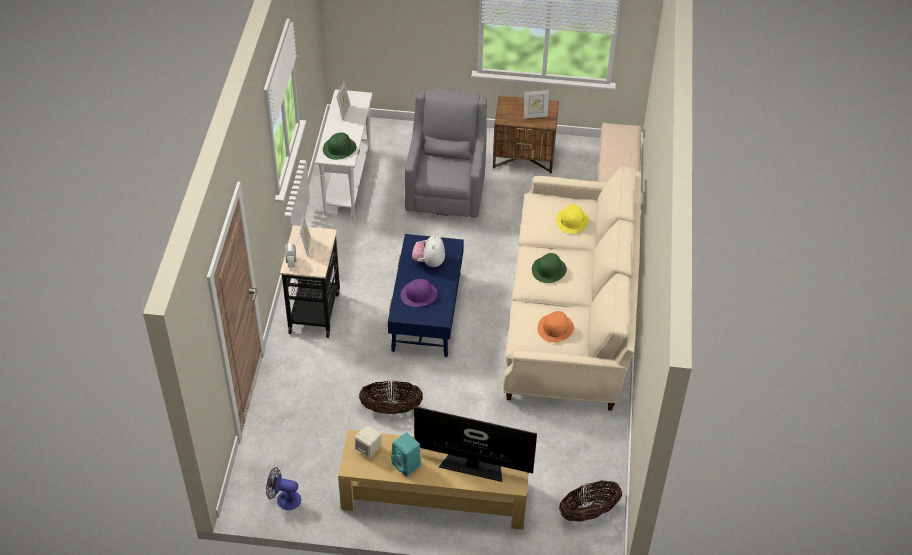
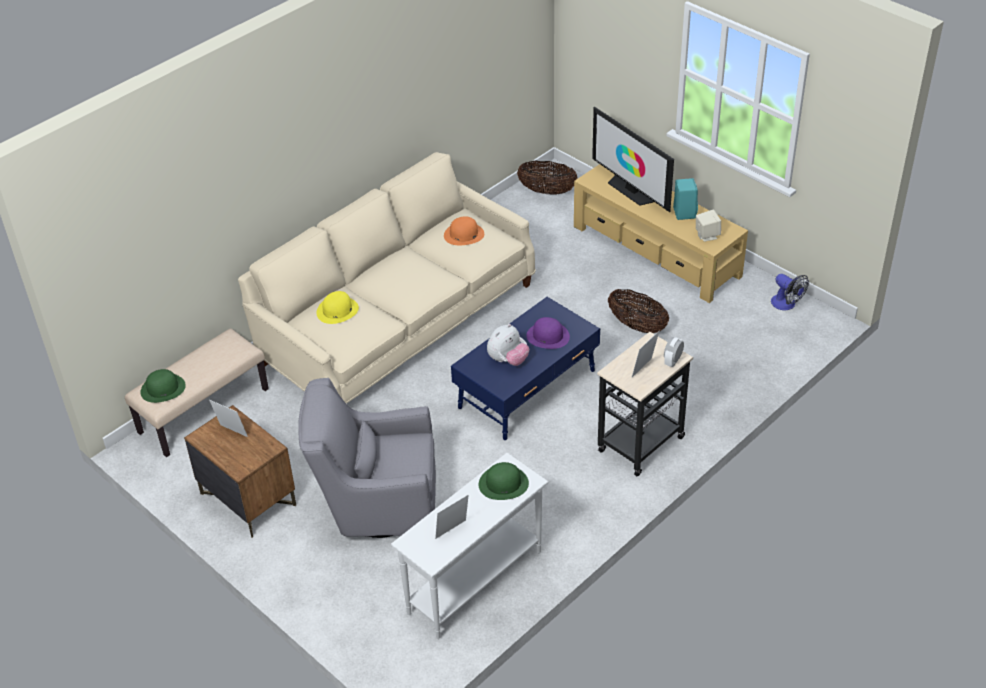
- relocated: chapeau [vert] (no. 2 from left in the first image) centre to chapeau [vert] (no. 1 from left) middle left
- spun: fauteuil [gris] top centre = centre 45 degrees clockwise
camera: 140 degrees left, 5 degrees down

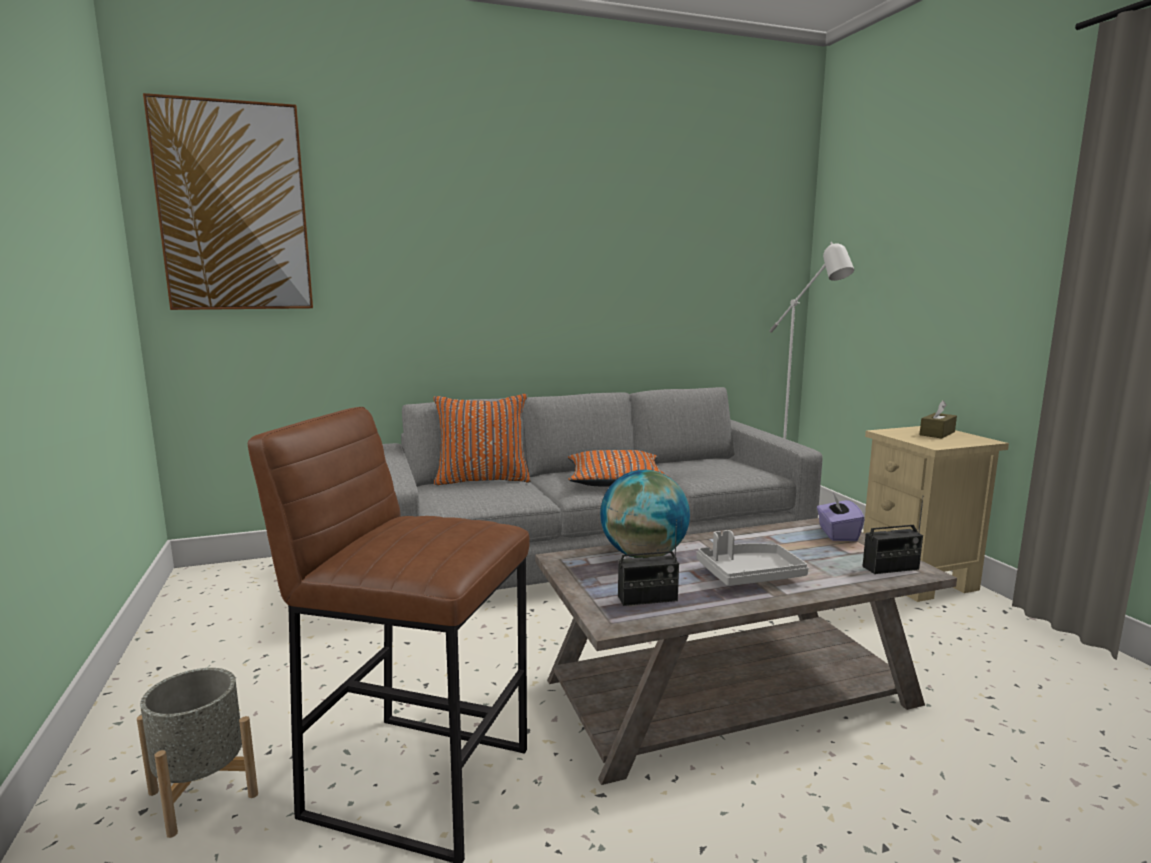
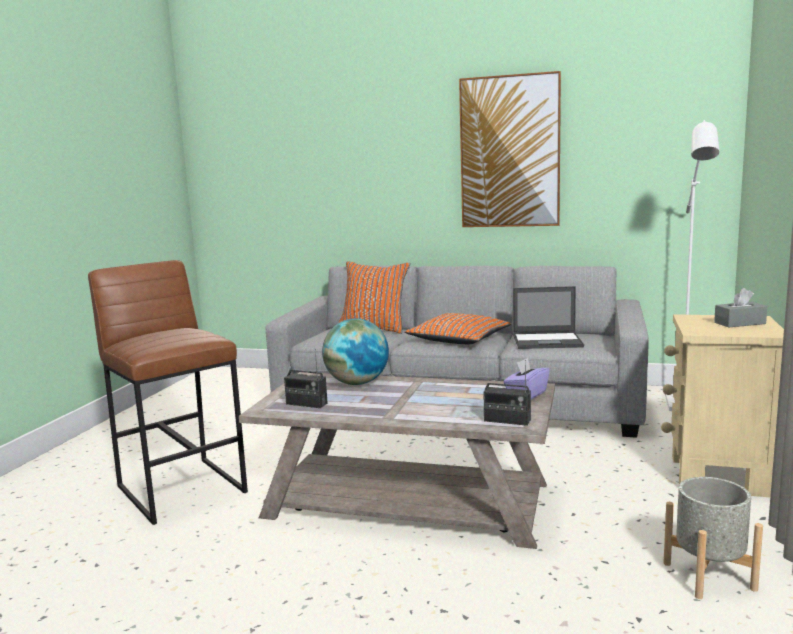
- missing: plateau [gris] centre
- appeared: ordinateur portable middle right
- relocated: cache-pot [gris] bottom left to bottom right
- relocated: tableau top left to top centre
- colour: boîte à mouchoirs [marron] middle right to boîte à mouchoirs [gris] middle right
camera: 35 degrees right, 0 degrees up

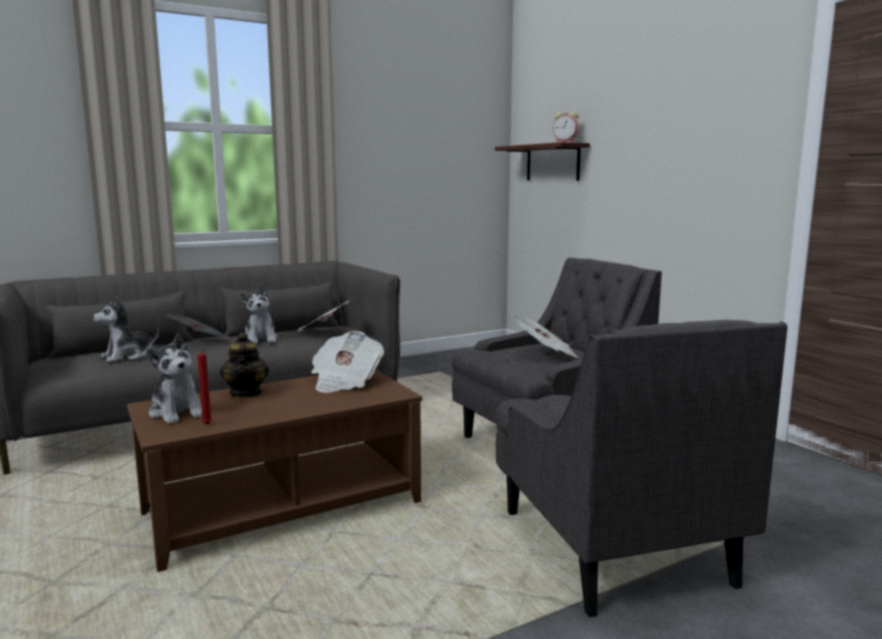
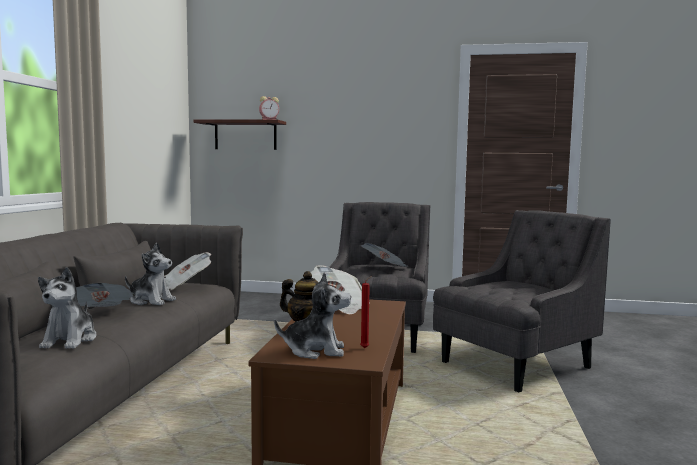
- spun: fauteuil [gris] (no. 2 from left) bottom right = middle right 60 degrees counterclockwise
camera: 50 degrees left, 5 degrees down

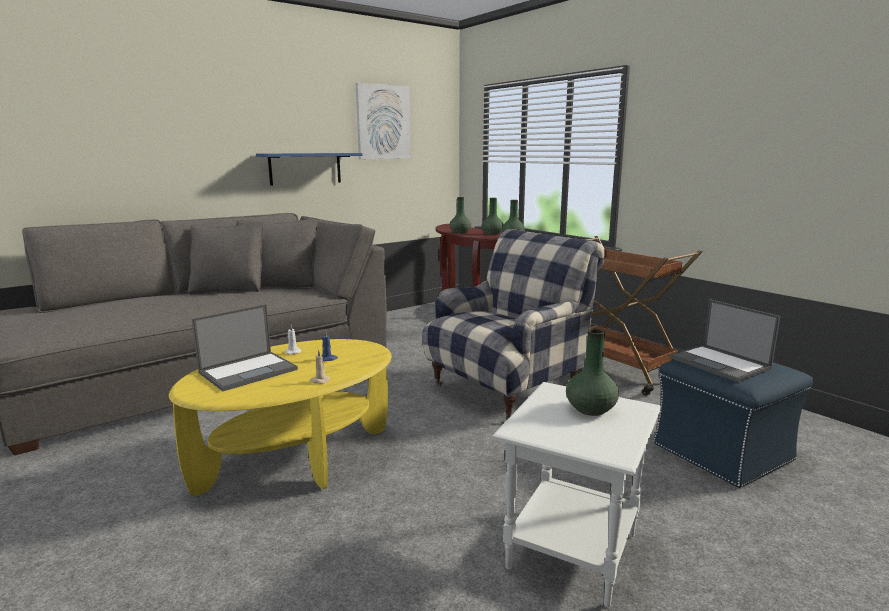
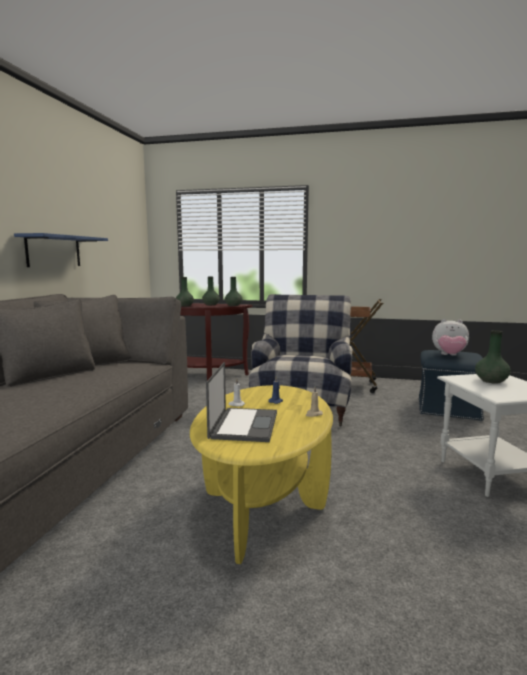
- missing: tableau top centre
- exchanged: ordinateur portable (no. 2 from left) middle right to peluche middle right
camera: 40 degrees left, 5 degrees down

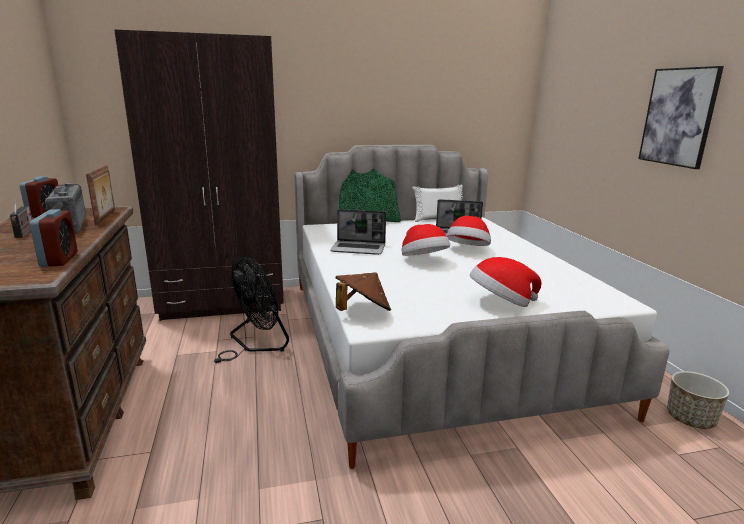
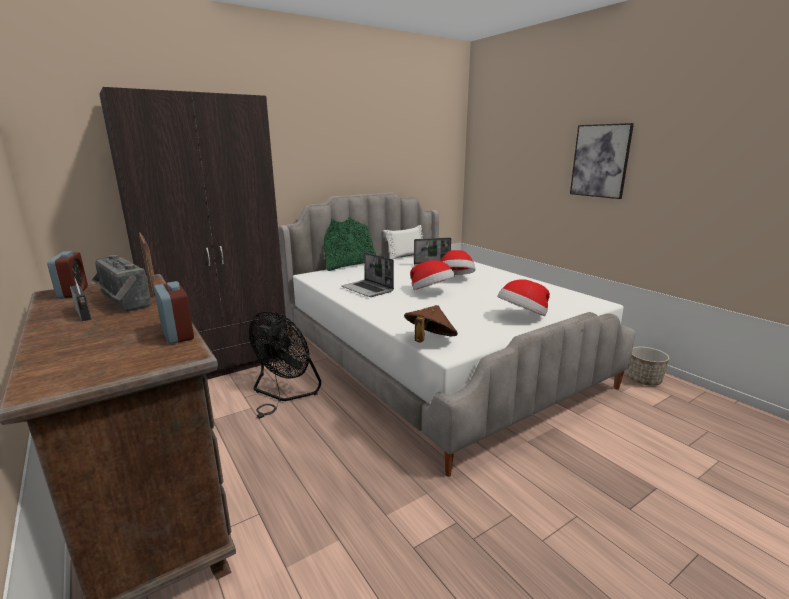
- spun: ordinateur portable (no. 1 from left) centre = centre 60 degrees clockwise
camera: 20 degrees left, 0 degrees up

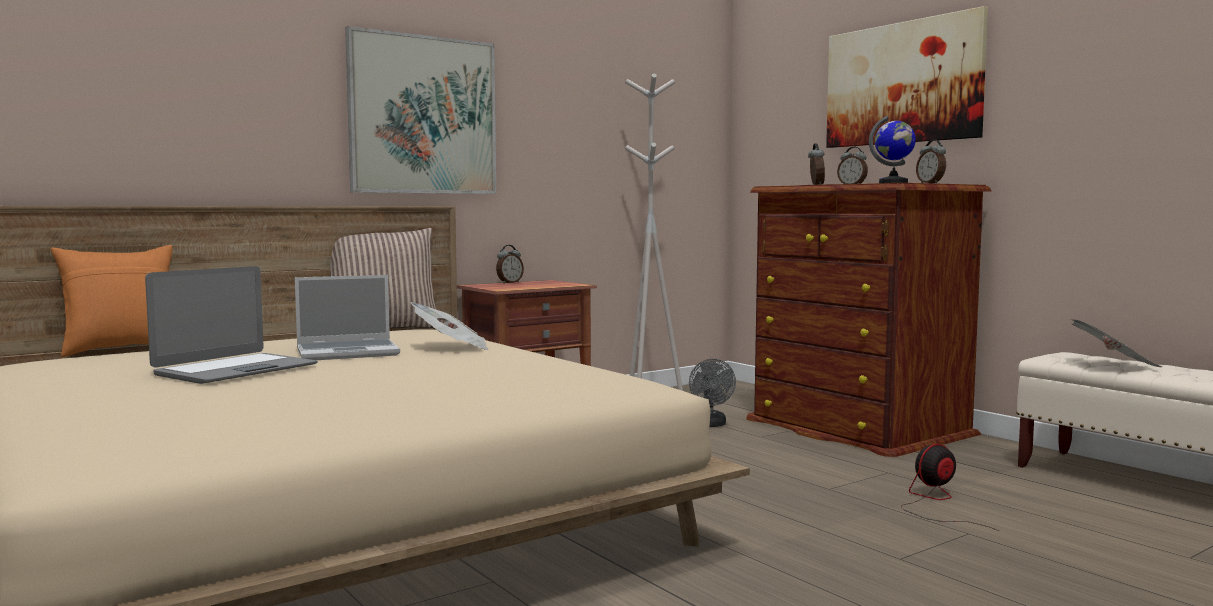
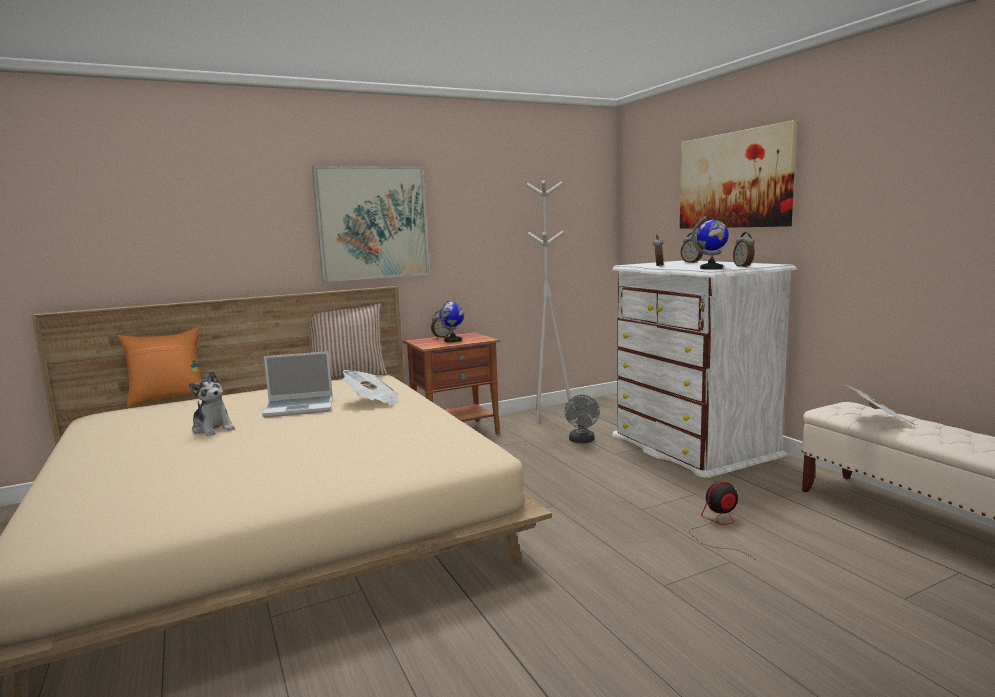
- appeared: globe (no. 1 from left) centre
- exchanged: ordinateur portable (no. 1 from left) middle left to peluche middle left
- colour: commode [marron] middle right to commode [blanc] middle right
camera: 10 degrees right, 5 degrees up

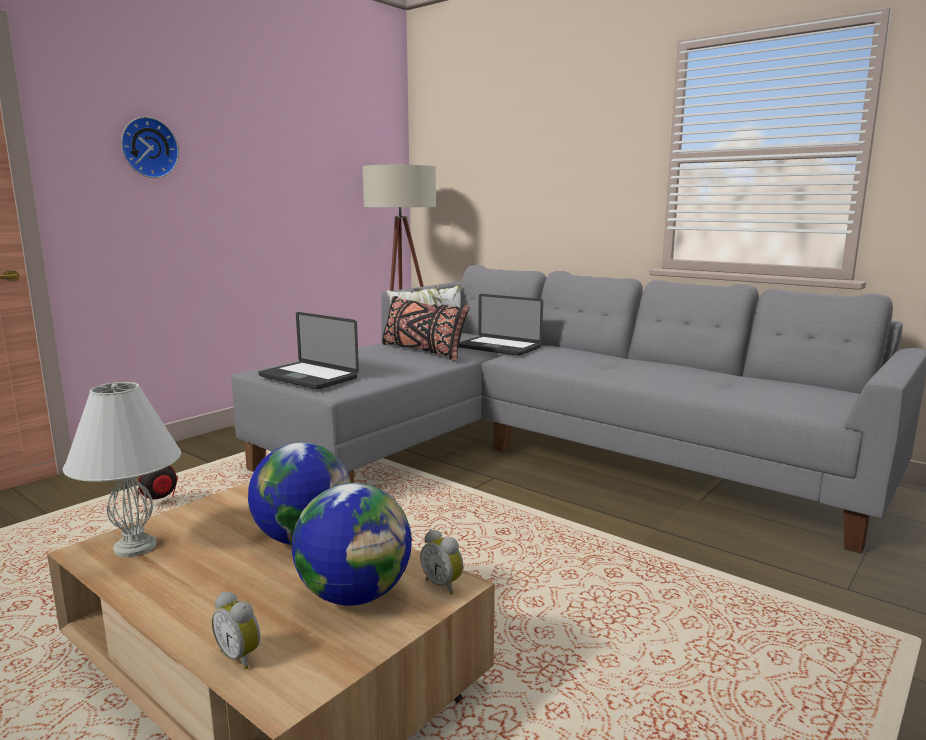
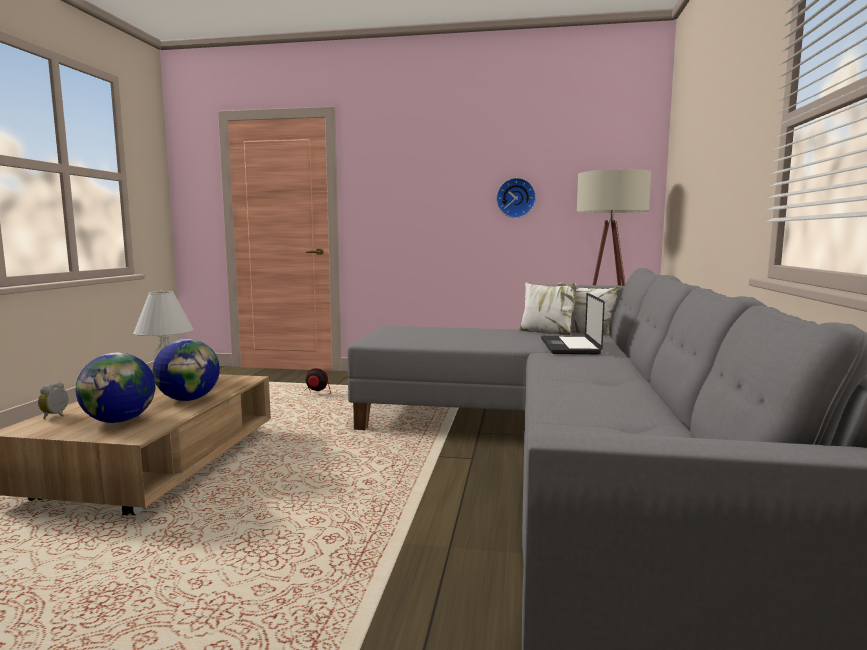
- missing: ordinateur portable (no. 1 from left) middle left
- missing: coussin [noir] centre
- missing: réveil (no. 2 from left) bottom centre
- relocated: horloge murale top left to top centre
camera: 60 degrees right, 5 degrees down

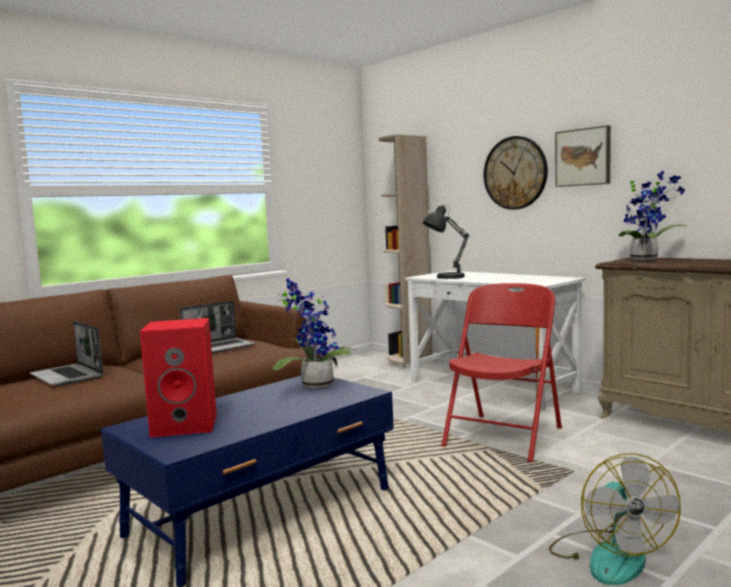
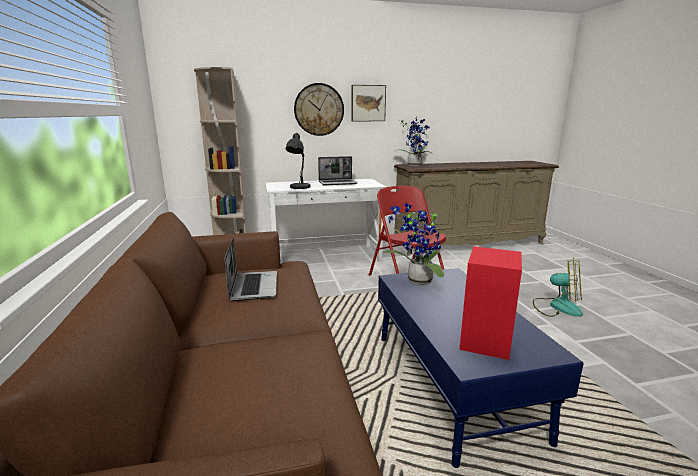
- relocated: ordinateur portable (no. 1 from left in the first image) middle left to ordinateur portable (no. 2 from left) centre
camera: 60 degrees left, 10 degrees up

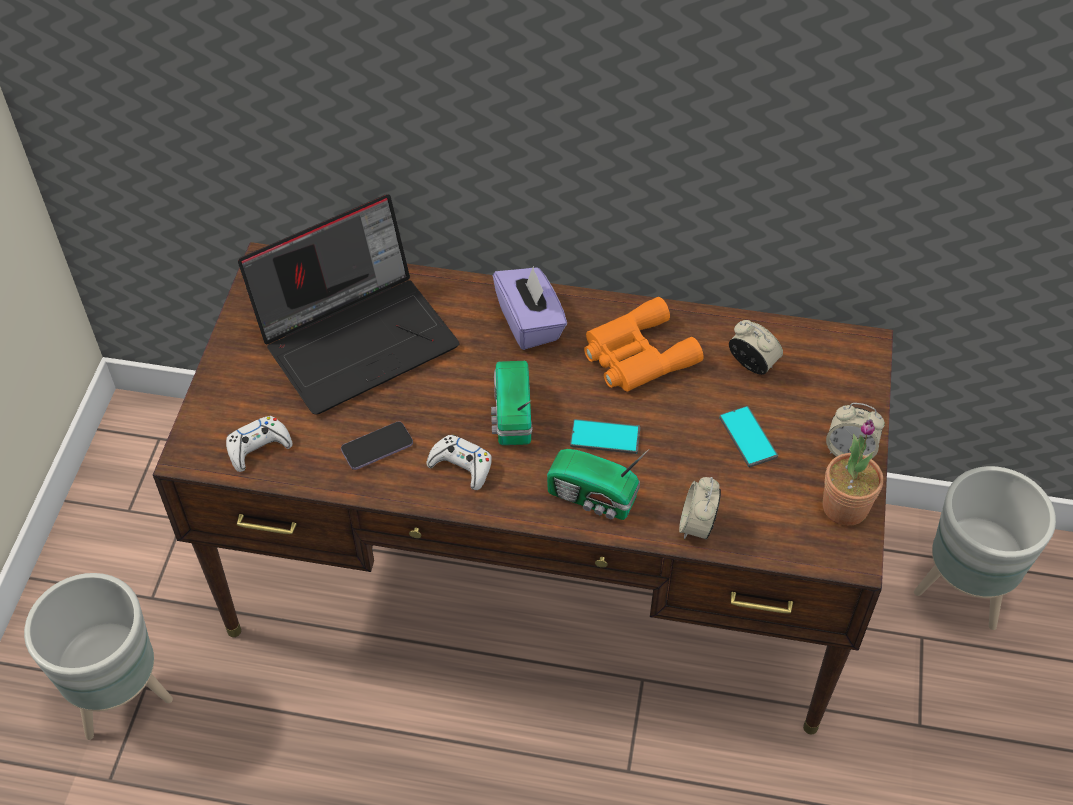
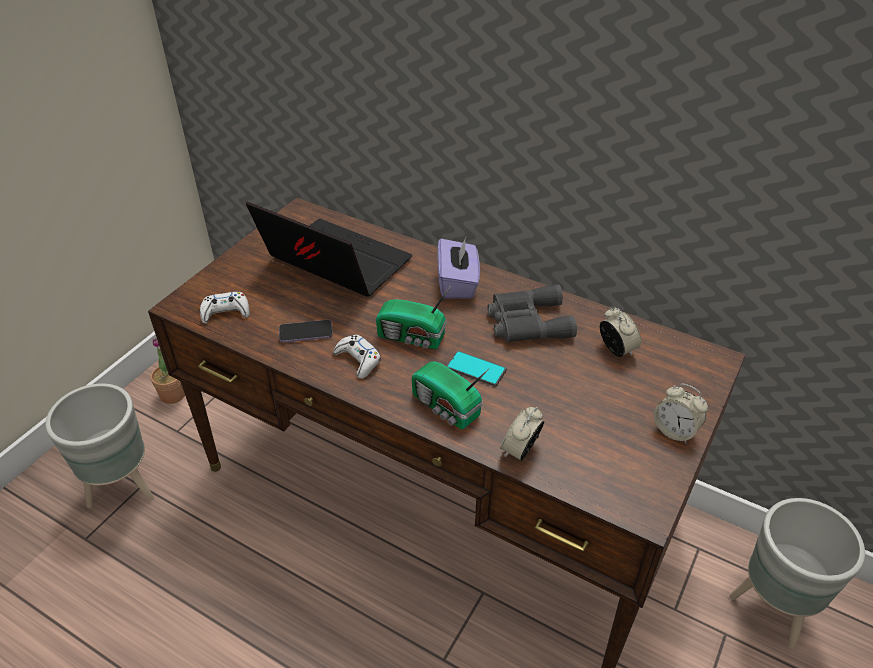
- missing: téléphone (no. 3 from left) middle right
- relocated: plante en pot middle right to middle left
- colour: jumelles [orange] centre to jumelles [gris] centre
- spun: ordinateur portable middle left = centre 135 degrees counterclockwise
- spun: radio (no. 1 from left) centre = centre 90 degrees counterclockwise
camera: 20 degrees right, 10 degrees down

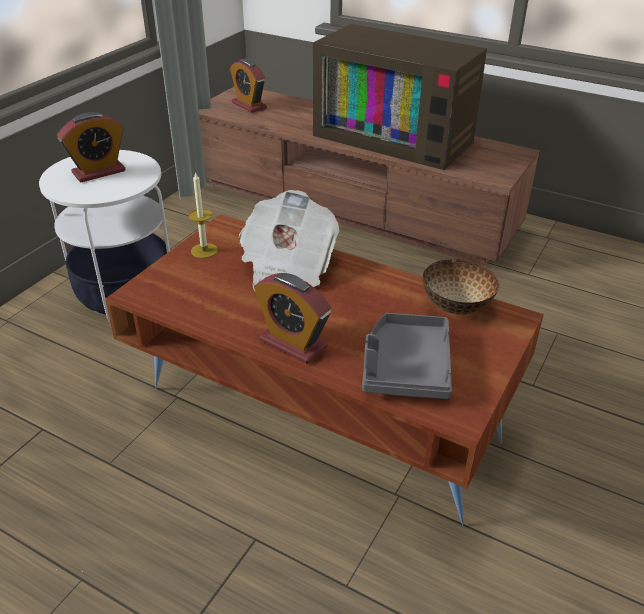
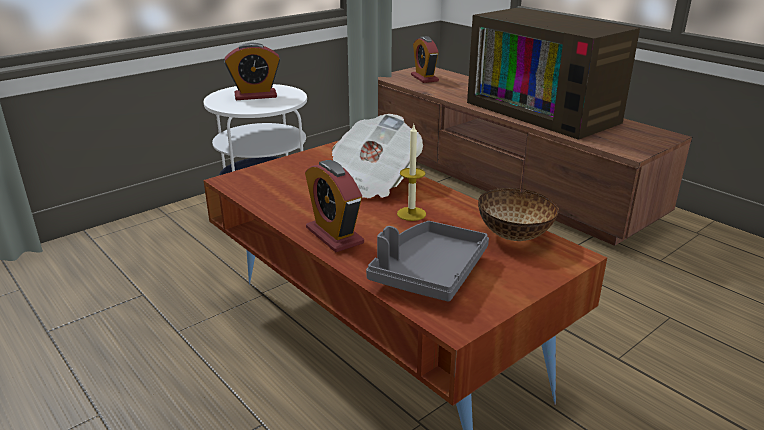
- relocated: bougie middle left to centre
camera: 20 degrees right, 10 degrees down

